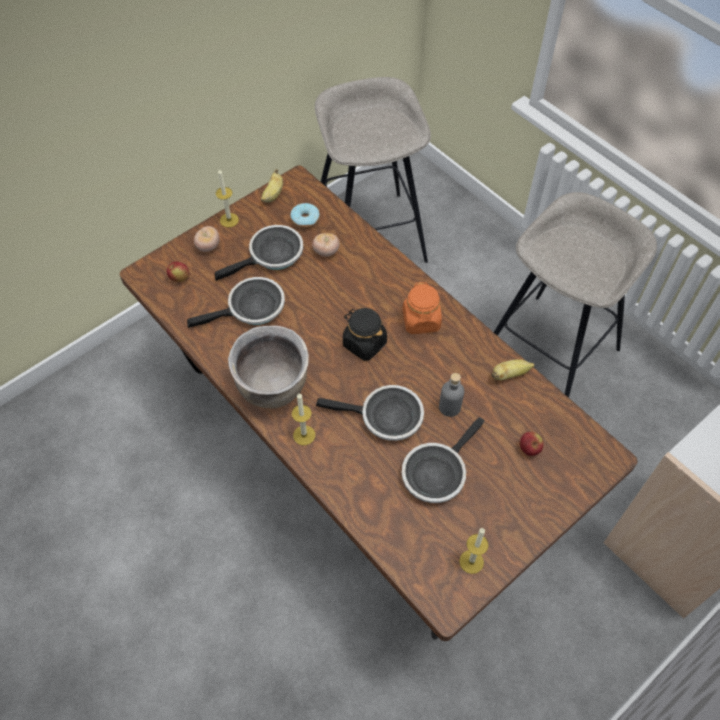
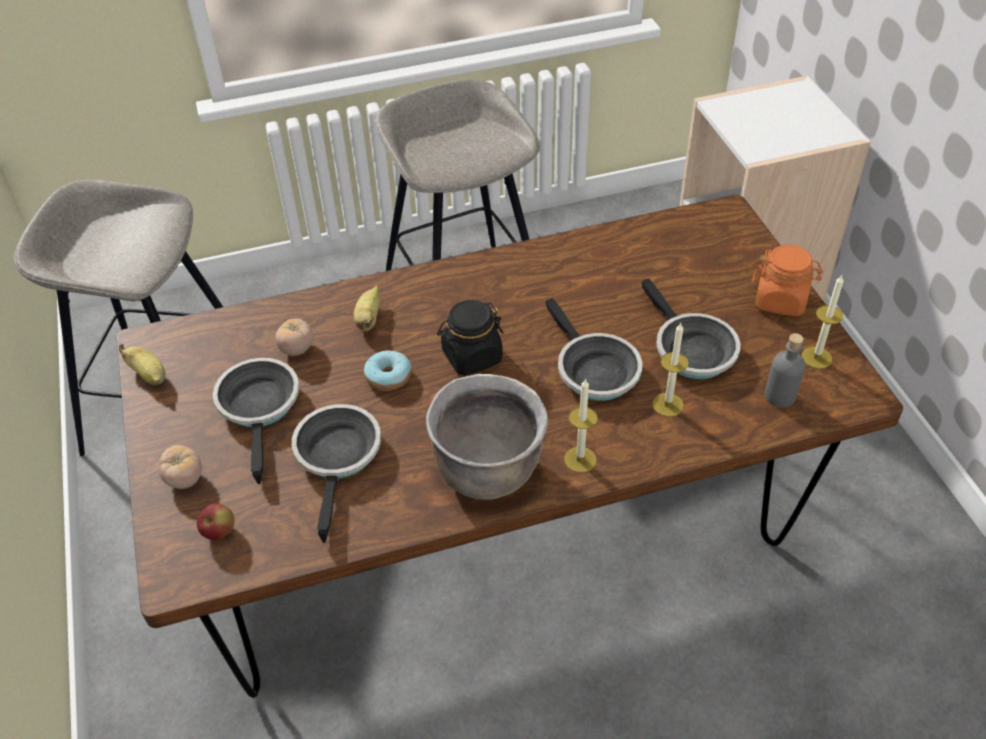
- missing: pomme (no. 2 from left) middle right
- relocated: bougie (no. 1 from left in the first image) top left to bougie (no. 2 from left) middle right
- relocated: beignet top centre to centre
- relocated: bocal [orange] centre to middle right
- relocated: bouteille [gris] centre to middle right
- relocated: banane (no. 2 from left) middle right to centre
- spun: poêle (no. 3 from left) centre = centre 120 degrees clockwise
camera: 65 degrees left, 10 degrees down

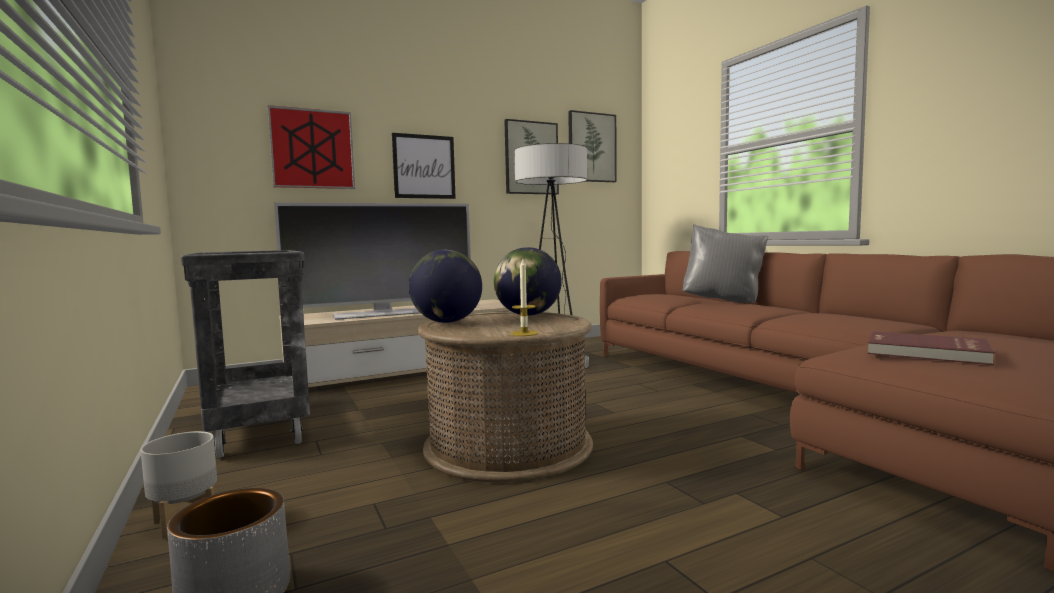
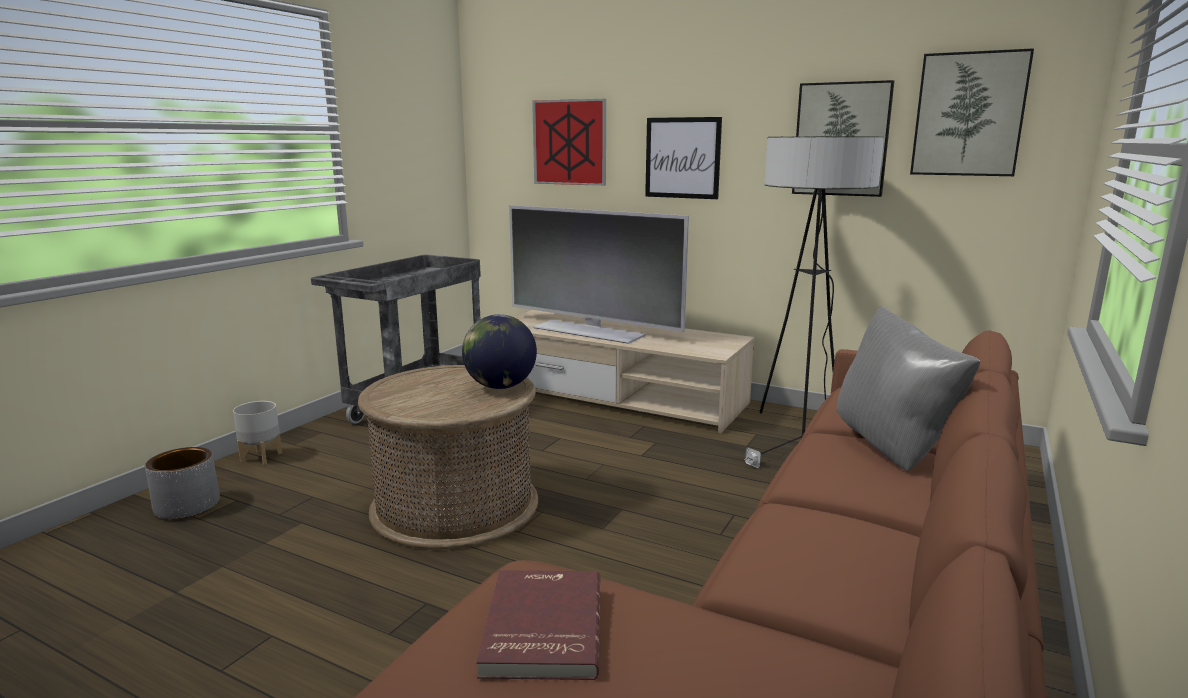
- missing: globe (no. 1 from left) centre
- missing: bougie centre
camera: 55 degrees right, 10 degrees up

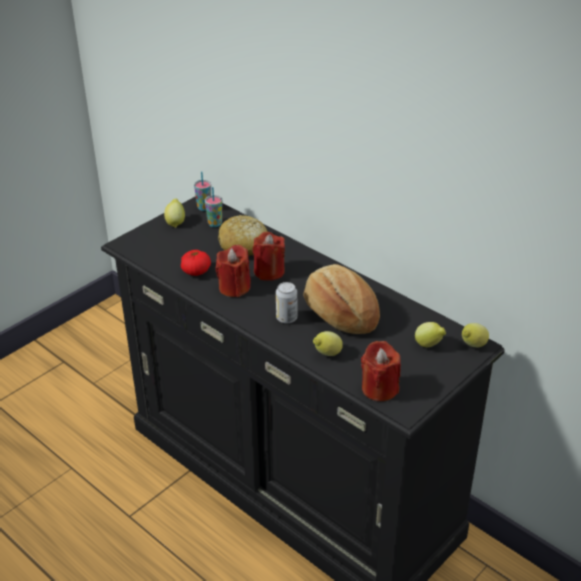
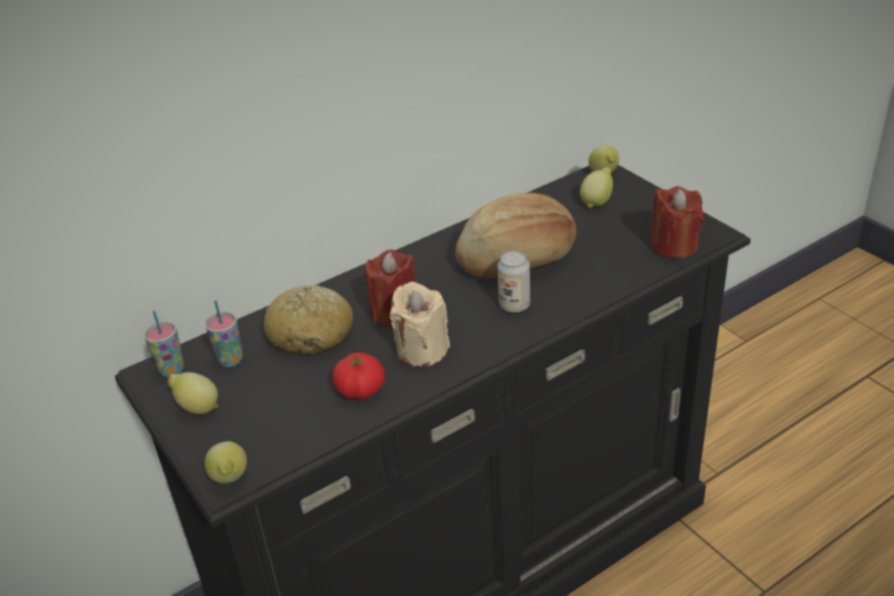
- relocated: citron (no. 2 from left) centre to bottom left
- colour: bougie [rouge] (no. 1 from left) centre to bougie [beige] centre
camera: 75 degrees left, 0 degrees up

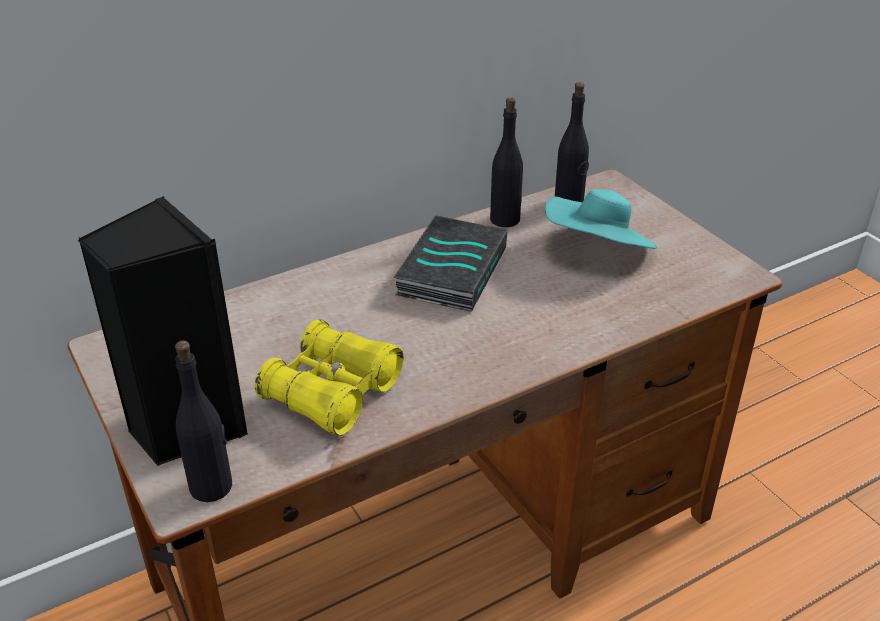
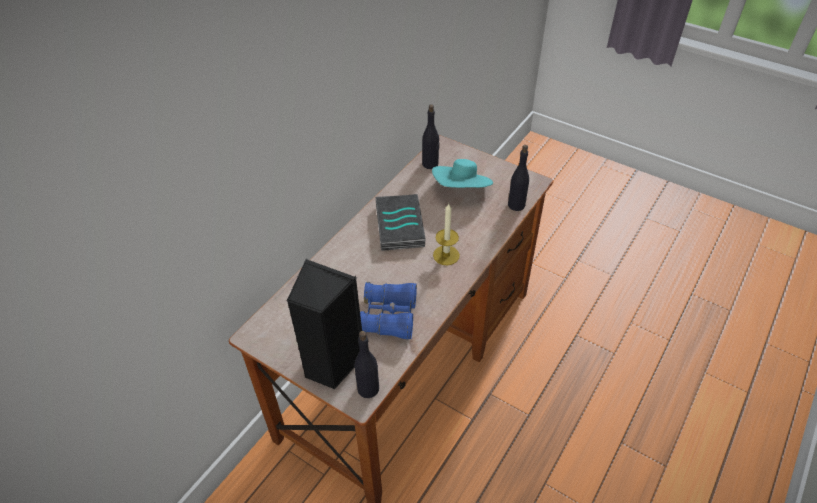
- appeared: bougie centre
- relocated: bouteille [noir] (no. 2 from left in the first image) top centre to bouteille [noir] (no. 3 from left) centre
- colour: jumelles [jaune] centre to jumelles [bleu] centre
camera: 25 degrees left, 10 degrees up

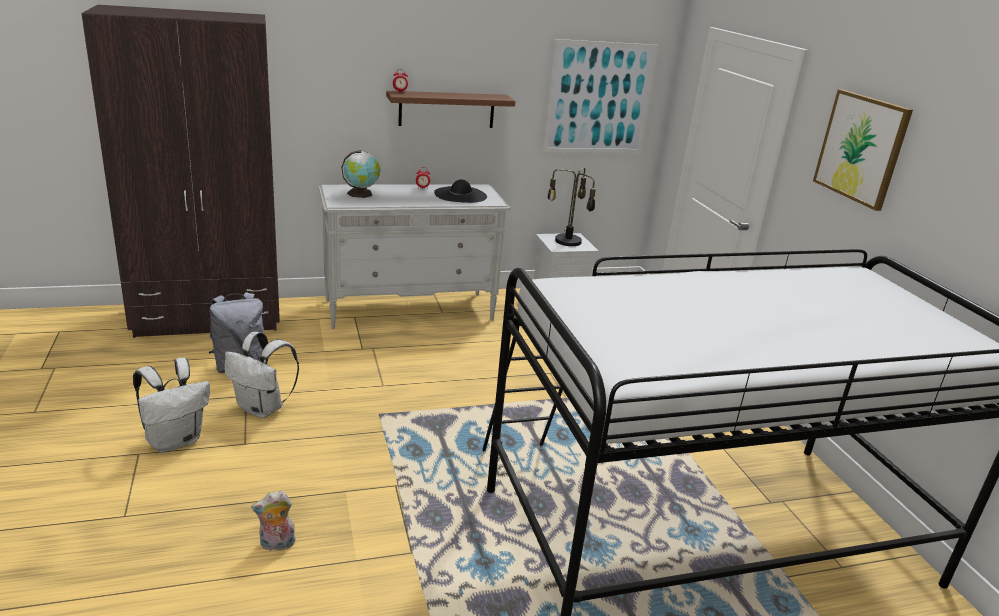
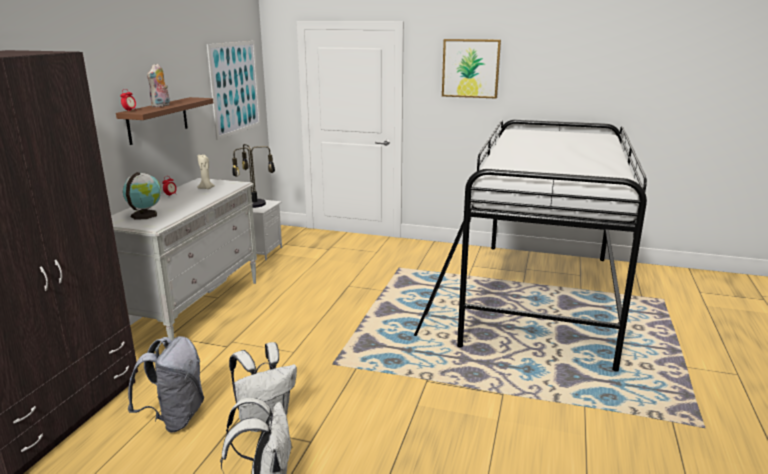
- relocated: peluche bottom left to top left
- exchanged: chapeau [noir] top centre to bougie [beige] middle left
camera: 55 degrees left, 5 degrees down

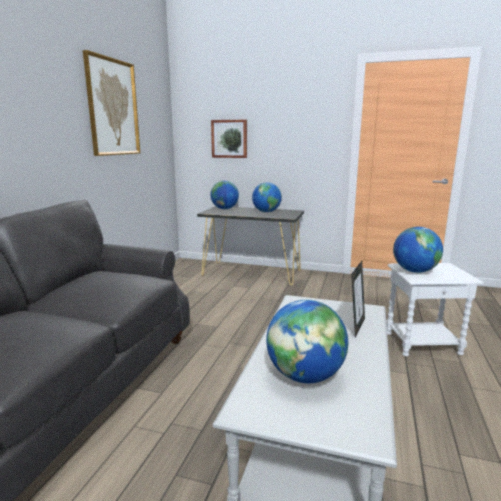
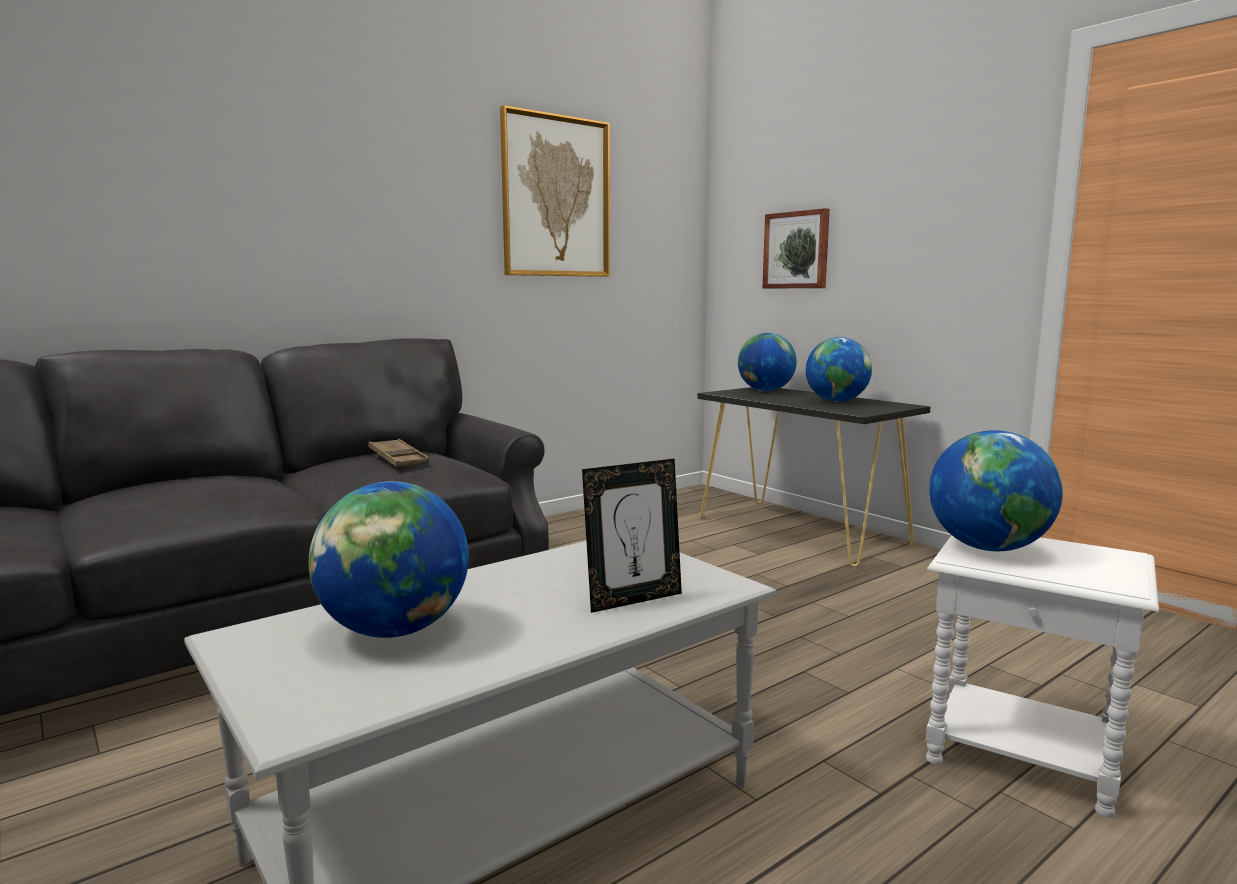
- appeared: plateau [marron] middle left
camera: 35 degrees right, 5 degrees down

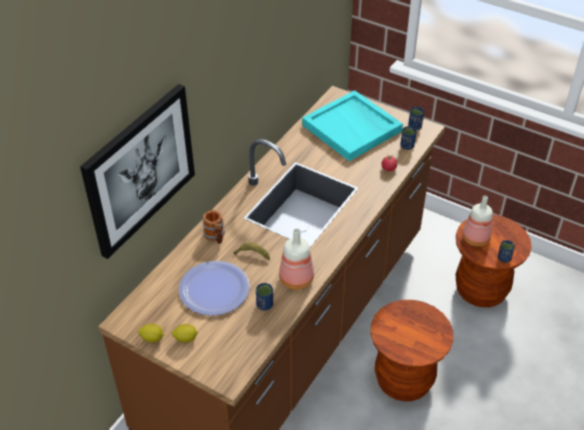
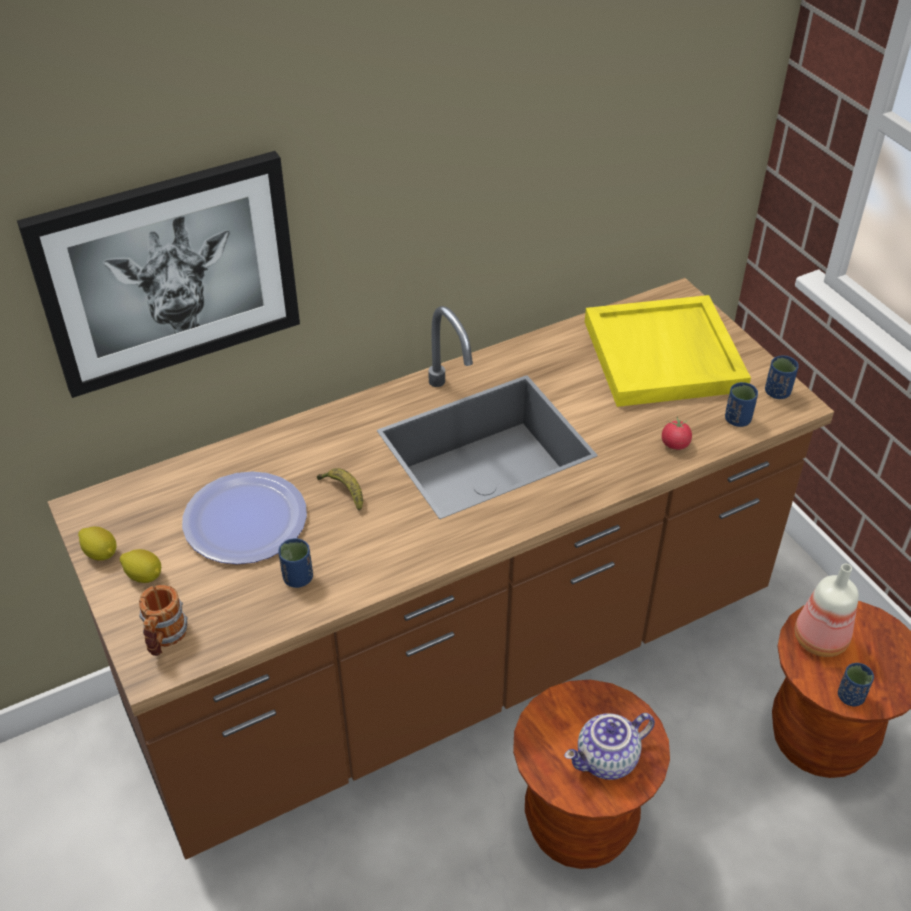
- missing: bouteille (no. 1 from left) centre
- appeared: théière bottom right
- relocated: mug centre to bottom left
- colour: plateau [turquoise] top centre to plateau [jaune] middle right
camera: 30 degrees right, 0 degrees up

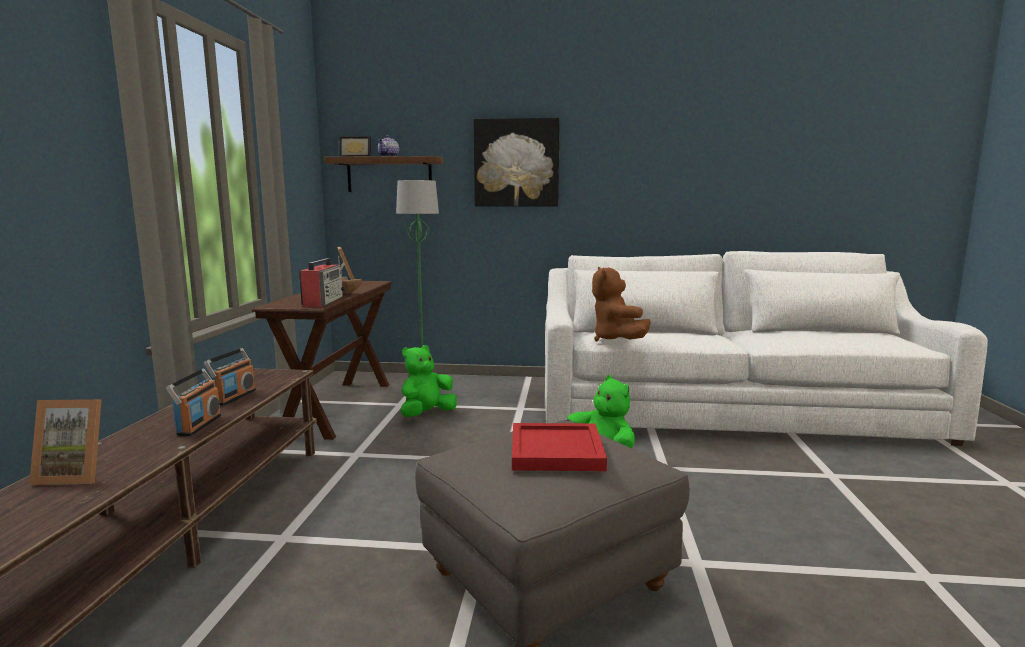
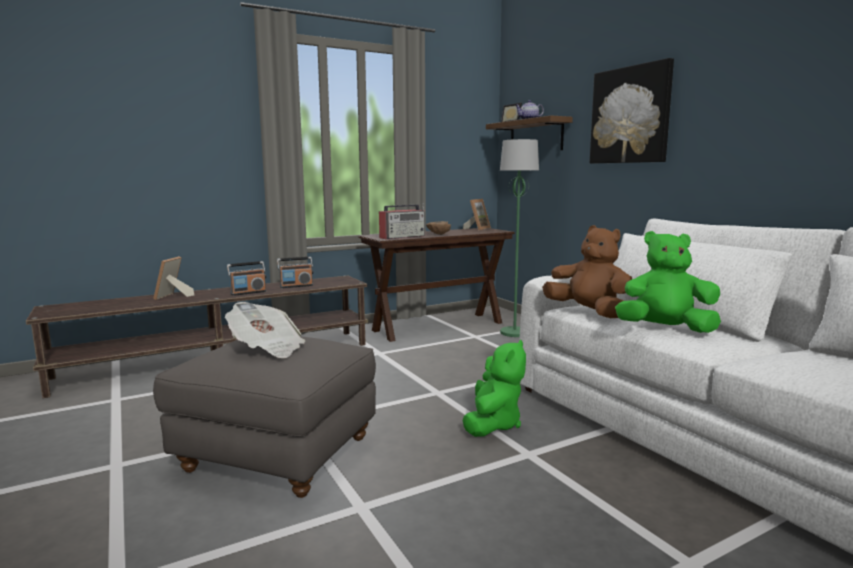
- relocated: peluche [vert] (no. 1 from left in the first image) centre to peluche [vert] (no. 2 from left) middle right
- exchanged: plateau [rouge] bottom centre to journal middle left
- spun: cadre photo (no. 1 from left) bottom left = middle left 45 degrees clockwise
- spun: peluche [marron] centre = middle right 90 degrees clockwise
camera: 55 degrees right, 0 degrees up

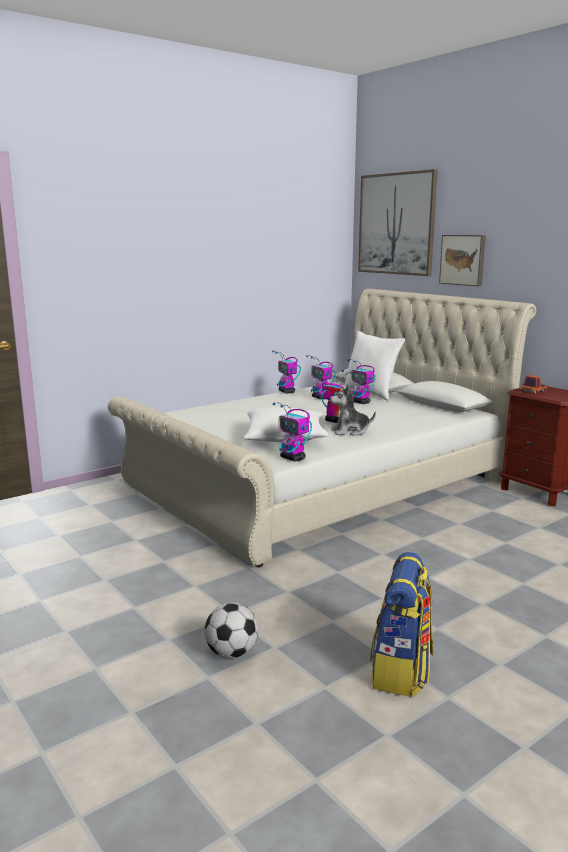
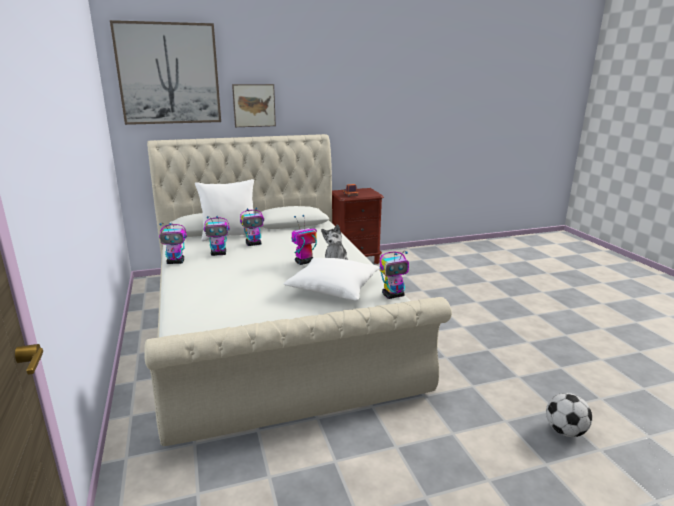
- missing: sac à dos bottom right
camera: 70 degrees left, 5 degrees up

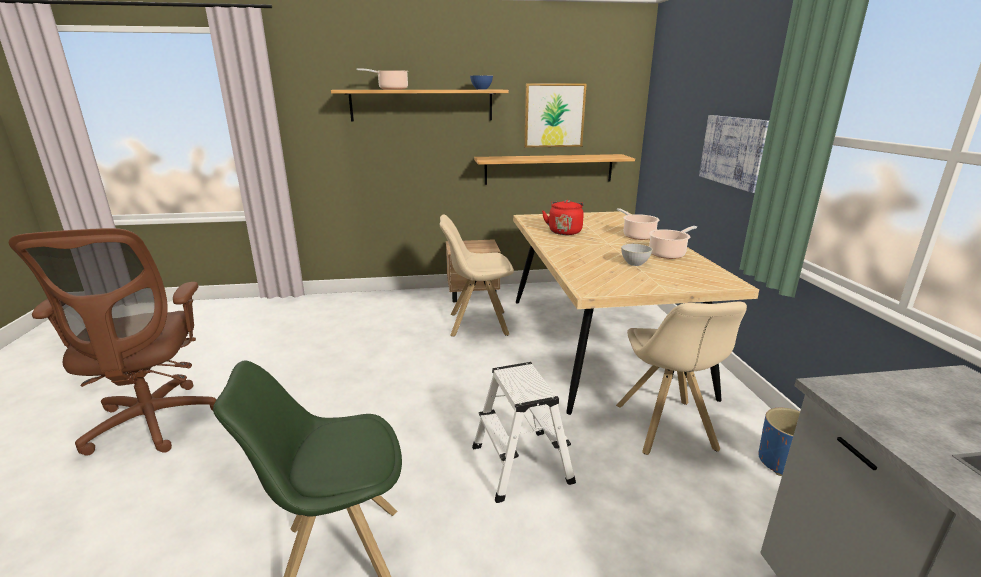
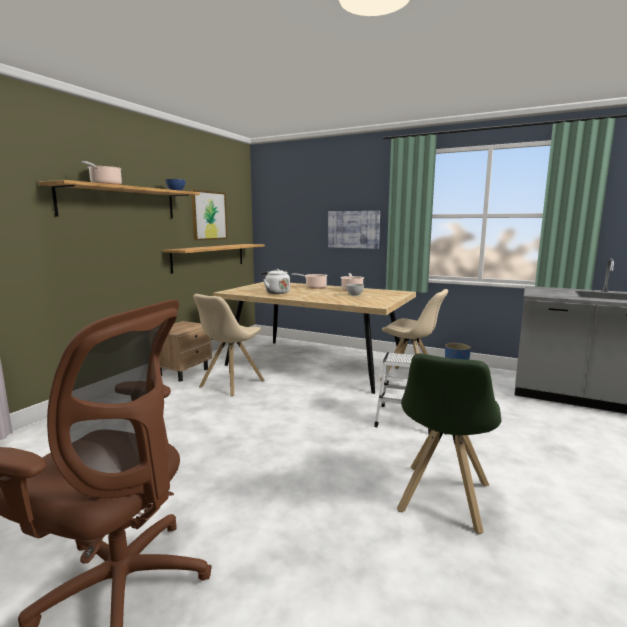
- colour: bouilloire [rouge] centre to bouilloire [blanc] centre
camera: 55 degrees left, 10 degrees down

